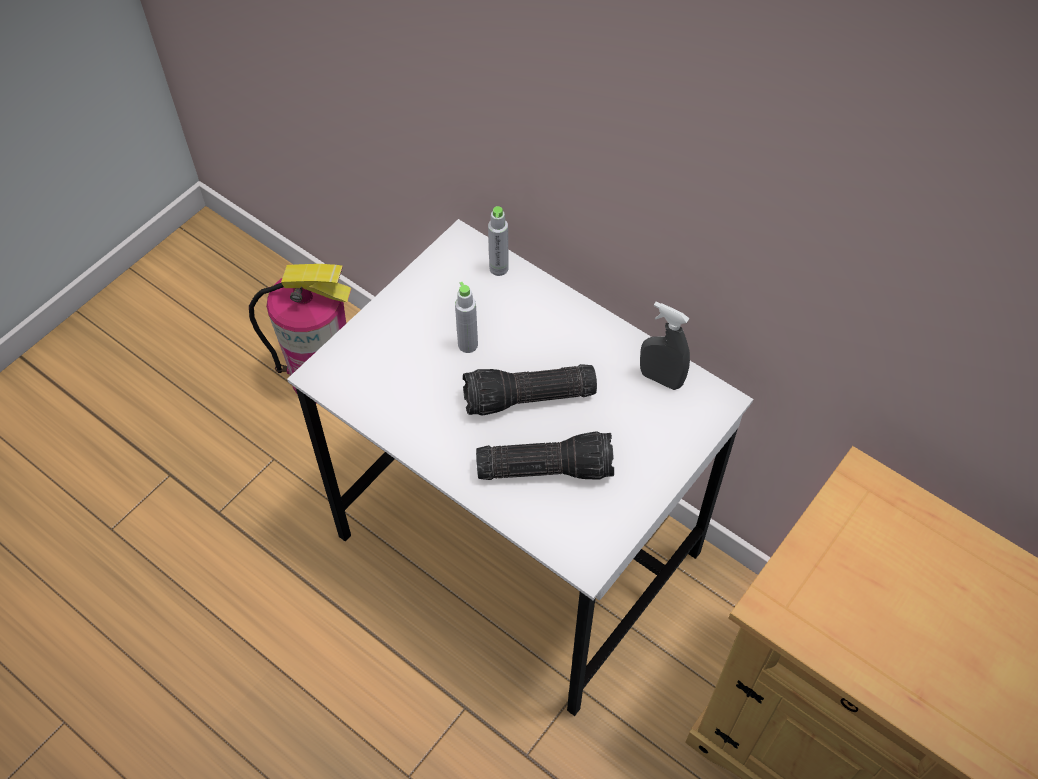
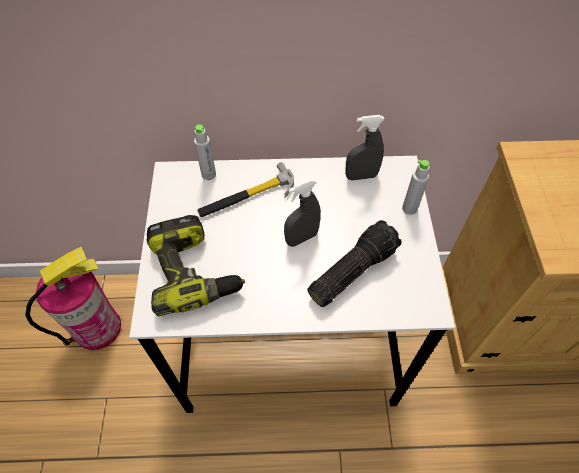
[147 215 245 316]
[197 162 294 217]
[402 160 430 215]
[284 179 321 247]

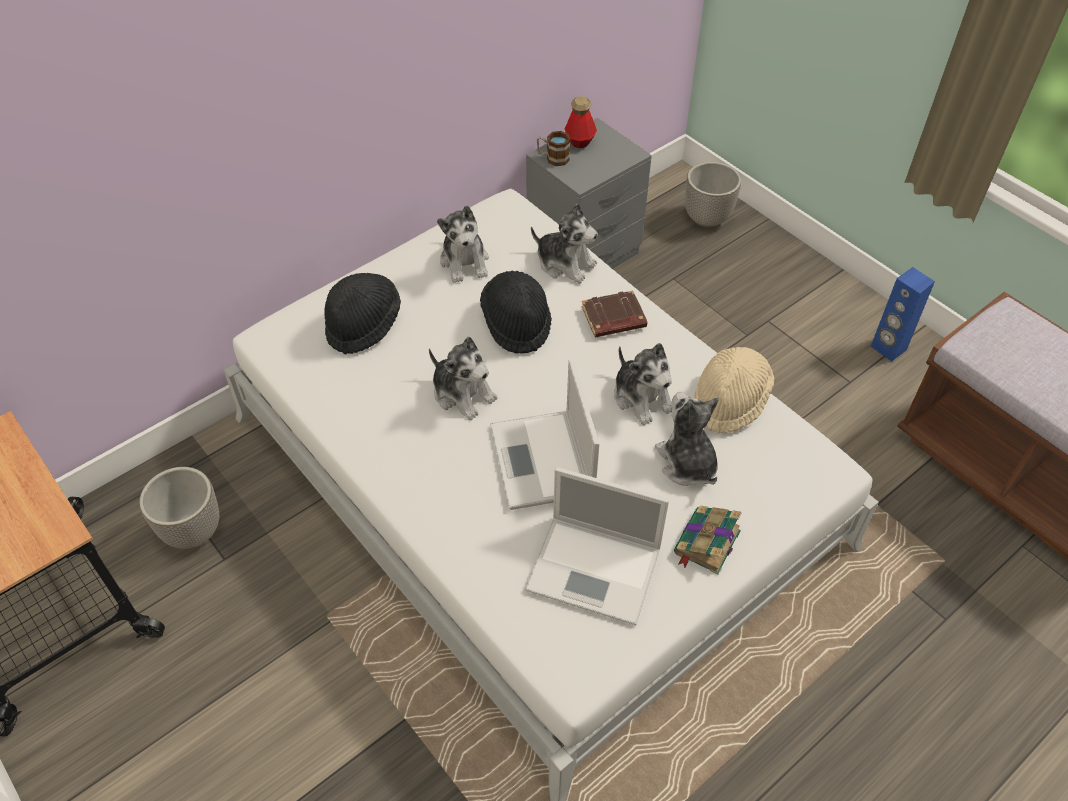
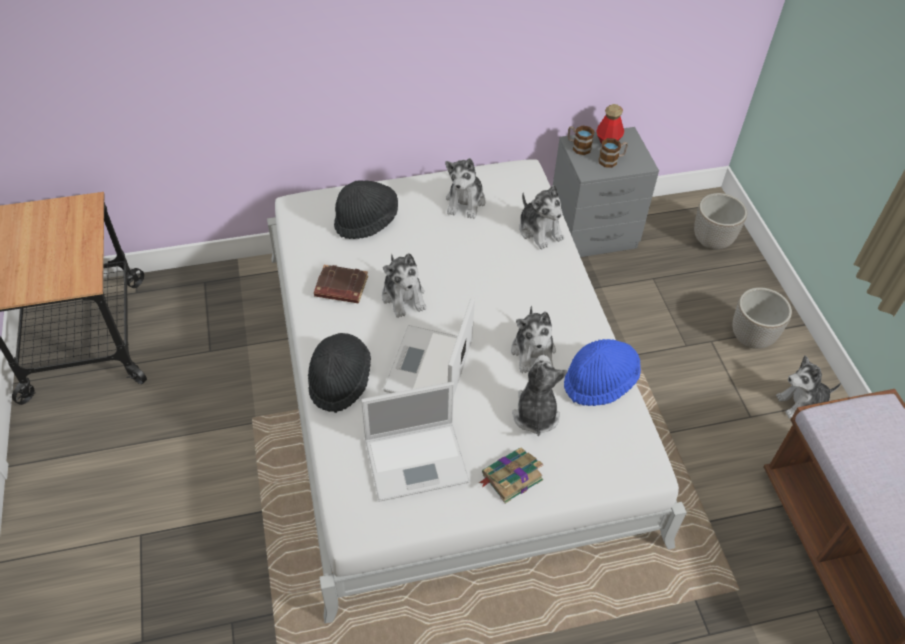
[599 138 628 168]
[732 287 792 349]
[308 333 371 413]
[314 265 368 303]
[776 355 841 418]
[564 339 641 406]
[361 382 470 502]

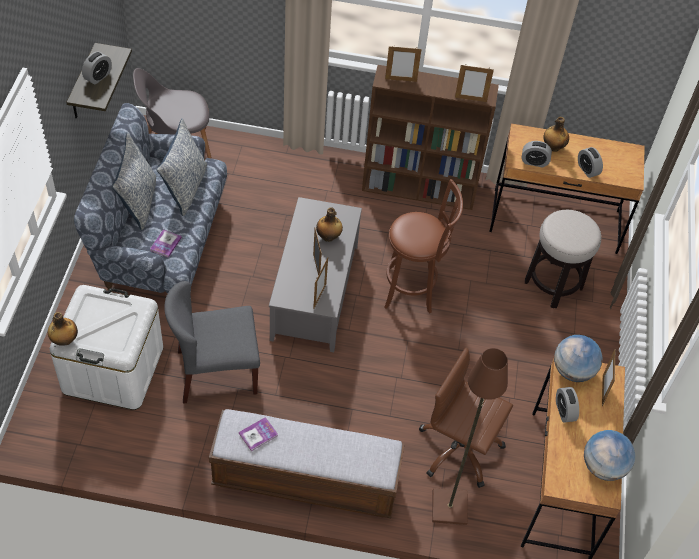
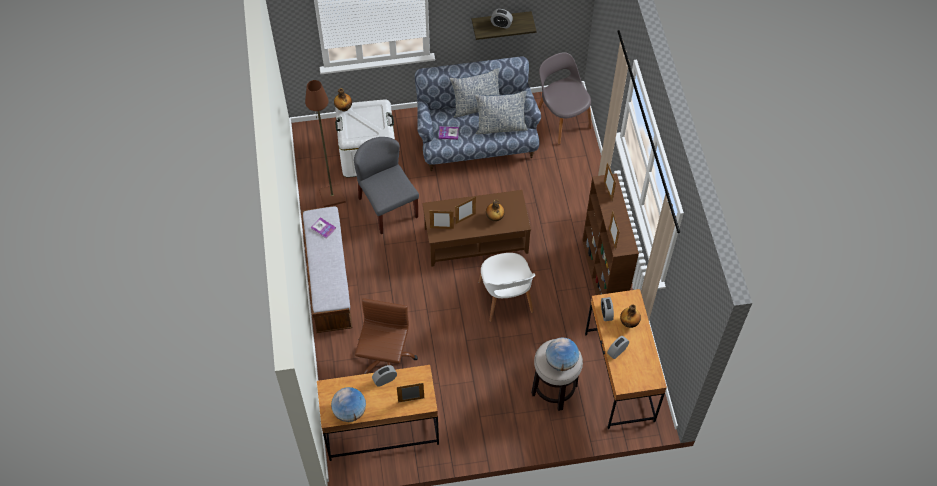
[305 80 346 207]
[546 337 579 371]
[478 253 535 322]
[422 190 531 267]

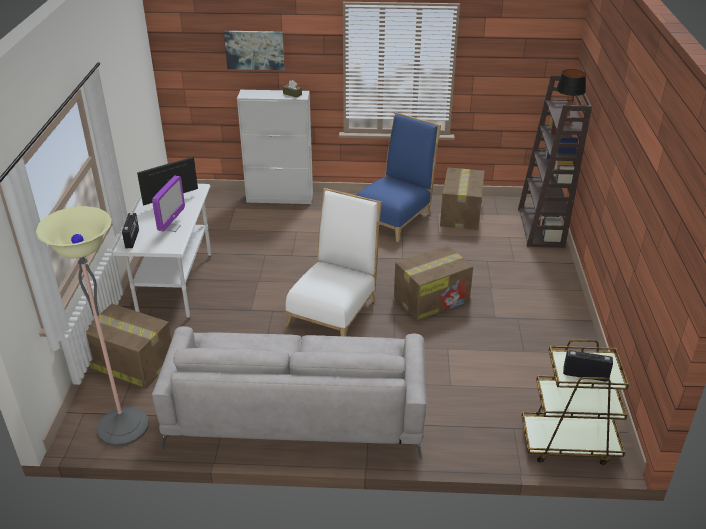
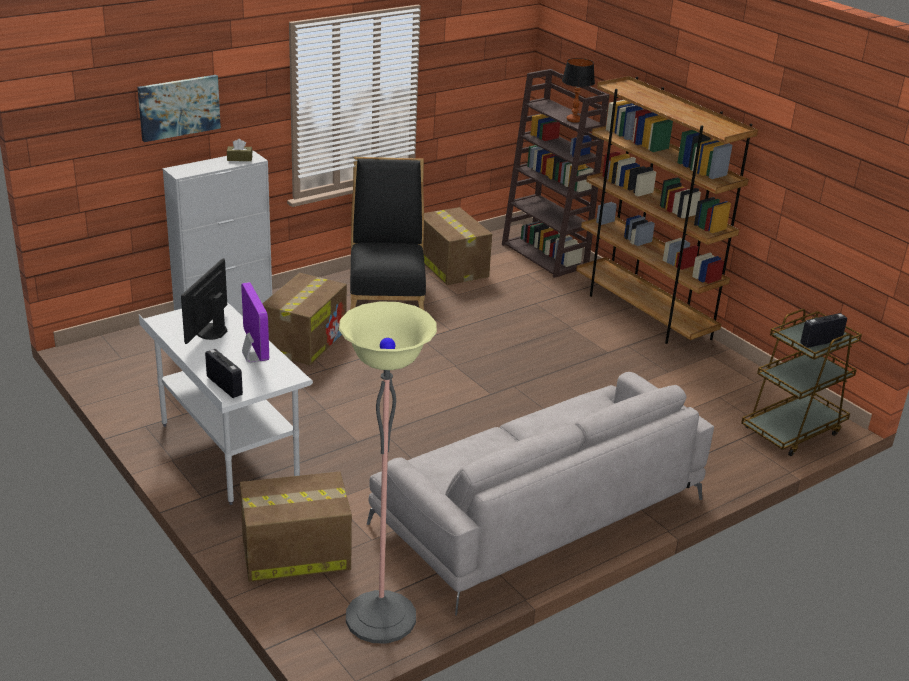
[285 188 382 336] (first image)
[576 76 758 344]
[262 273 347 365]
[350 157 426 310]

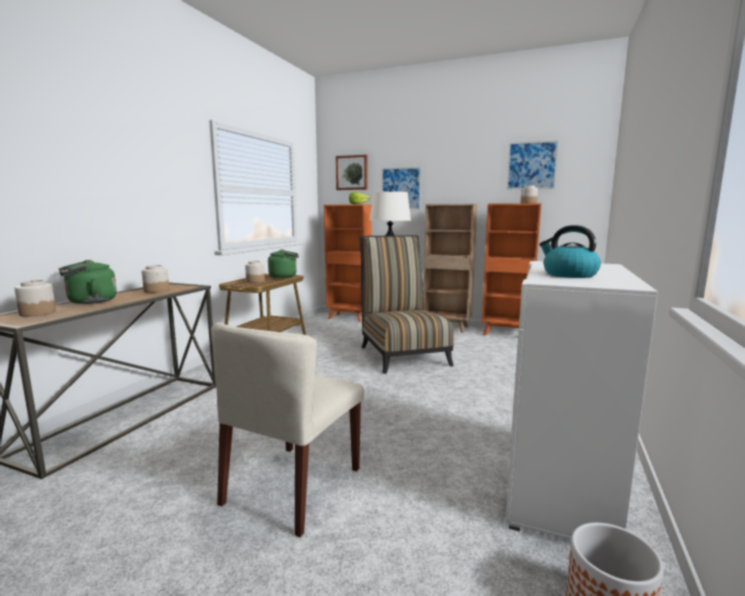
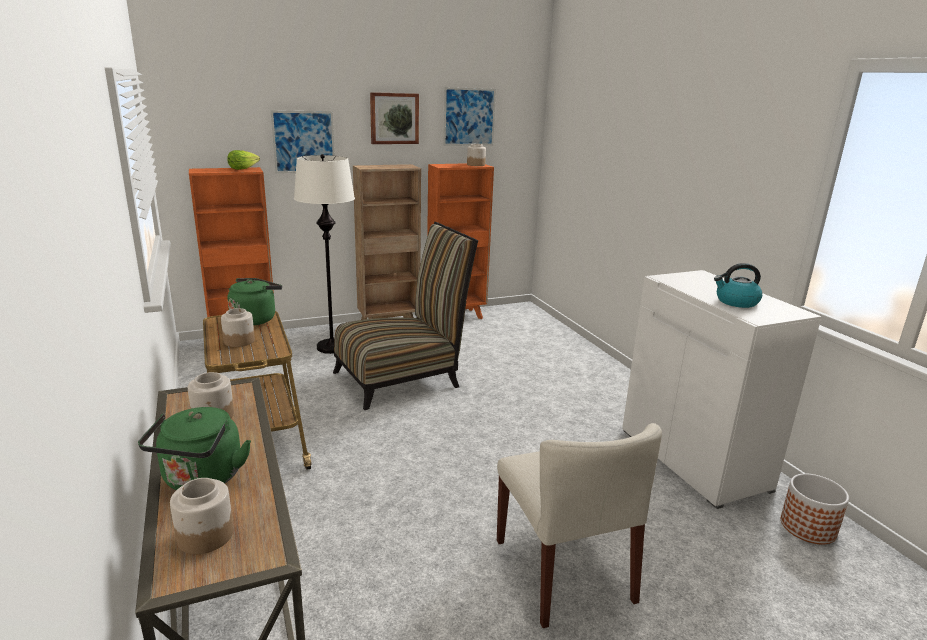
[370 92 419 144]
[333 222 478 410]

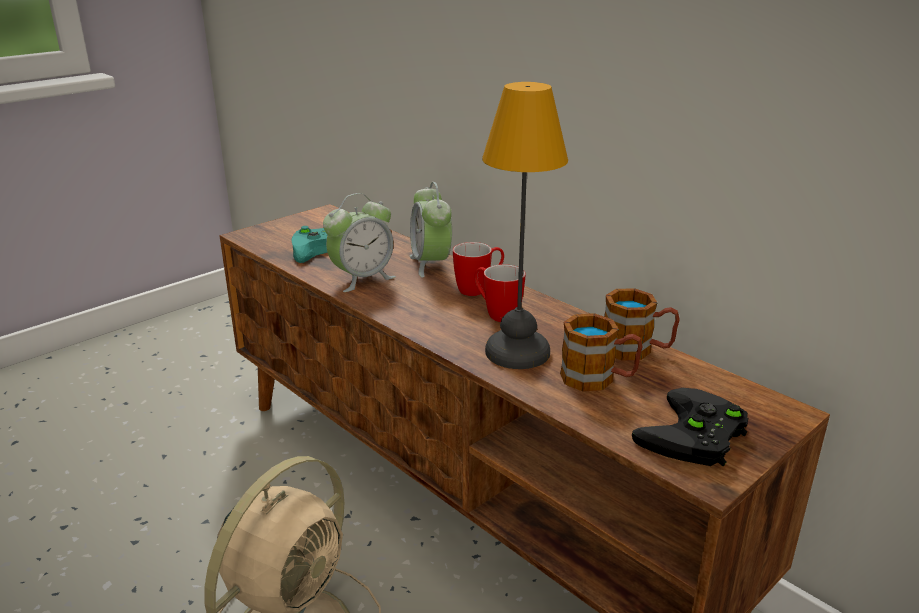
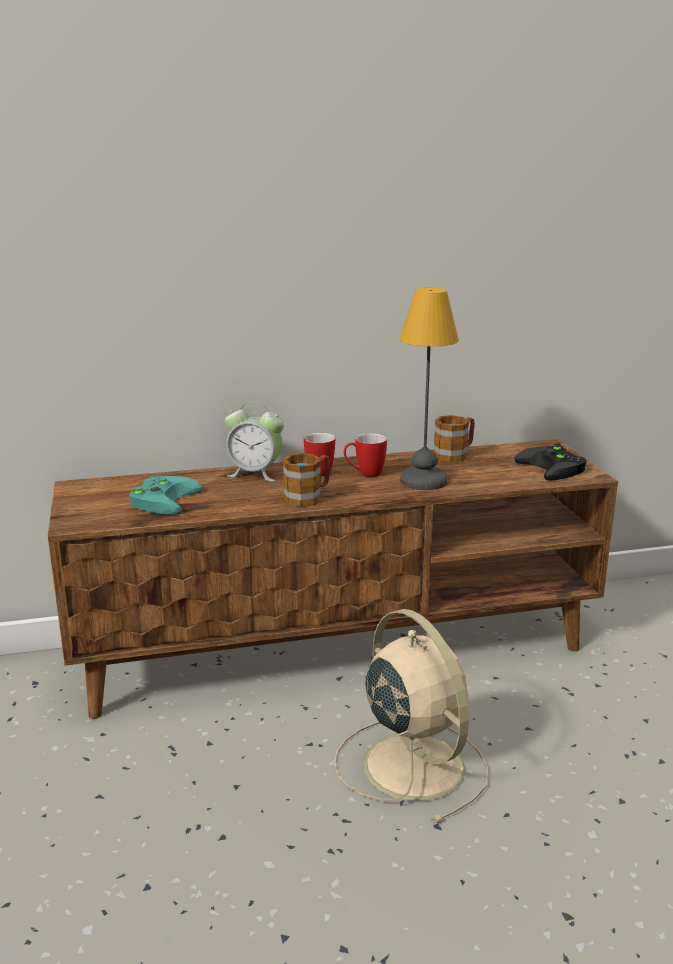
[323 193 396 292] (first image)
[282 453 330 507]

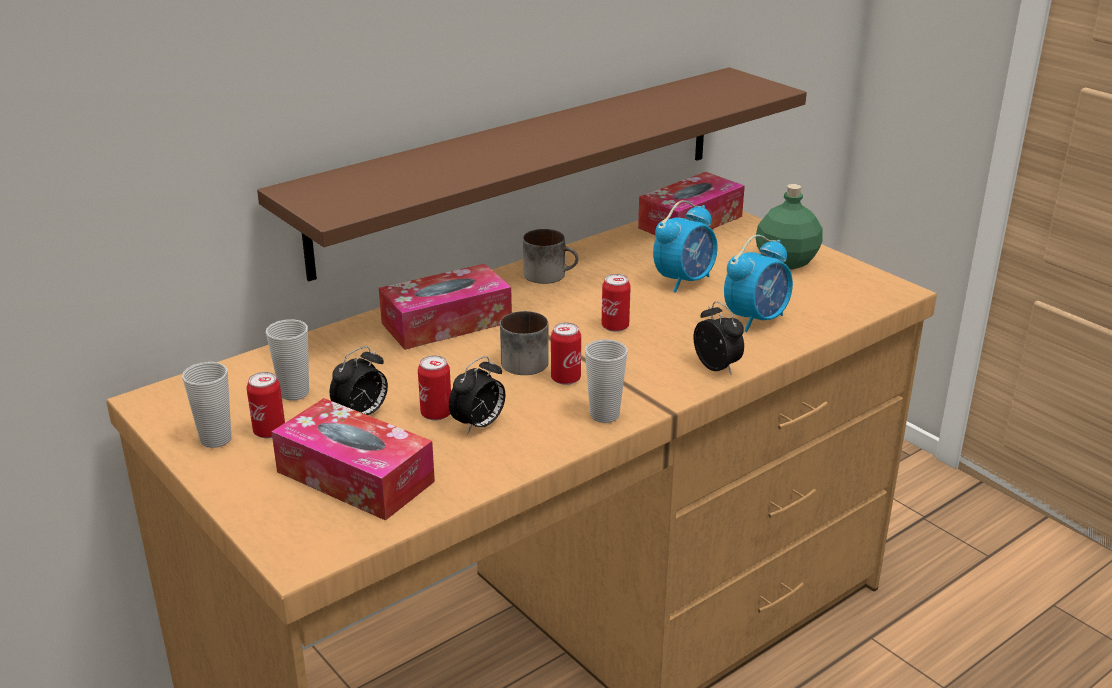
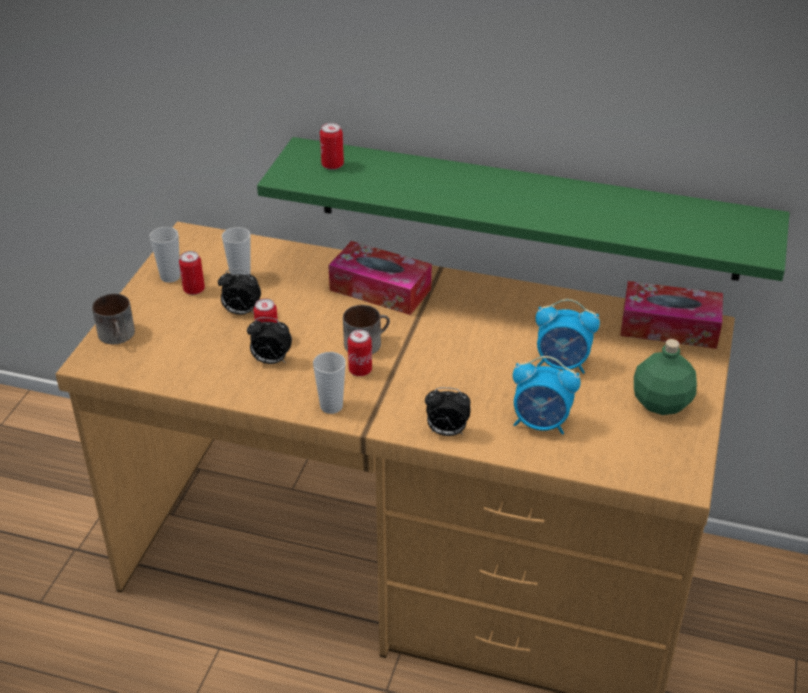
[272 398 435 521] (first image)
[92 294 135 344]
[320 123 344 170]
[257 137 790 281]
[425 387 471 436]

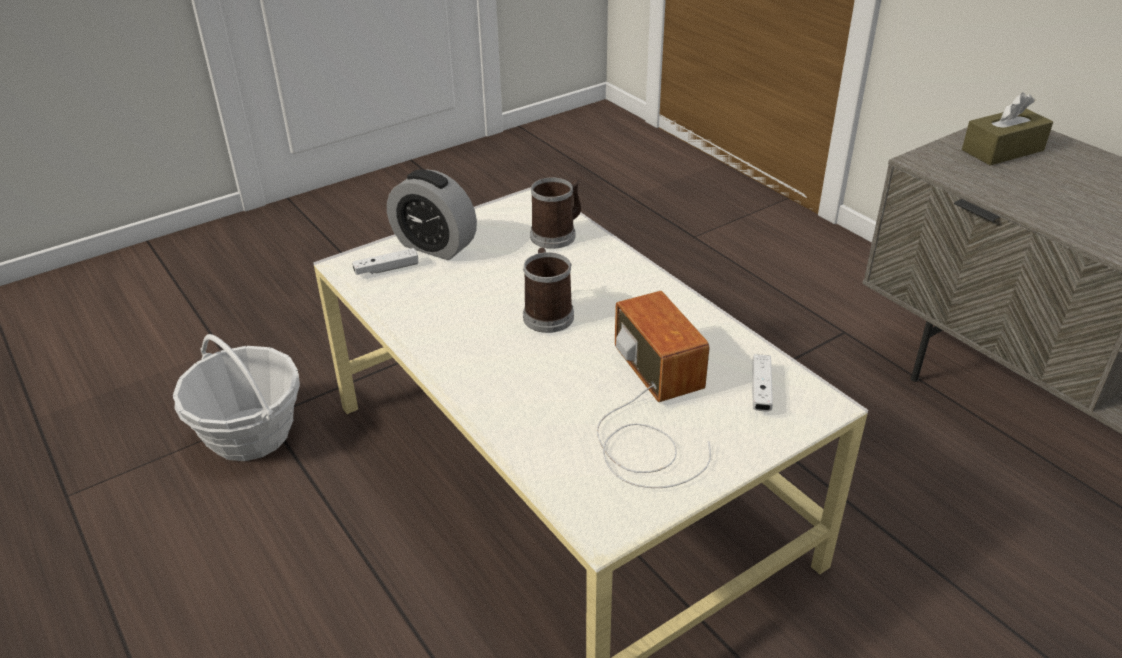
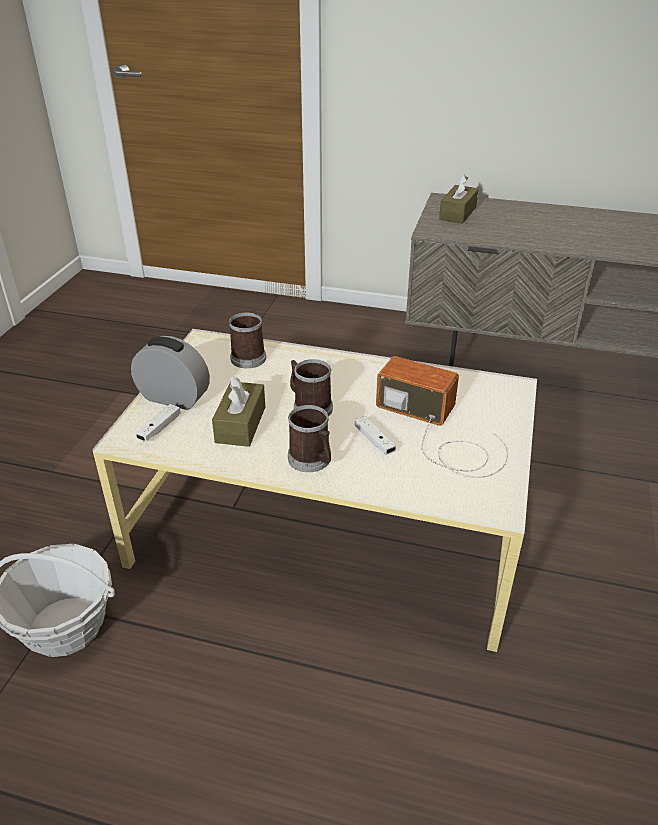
[212 376 265 447]
[288 405 331 472]
[355 416 396 455]
[131 336 210 410]

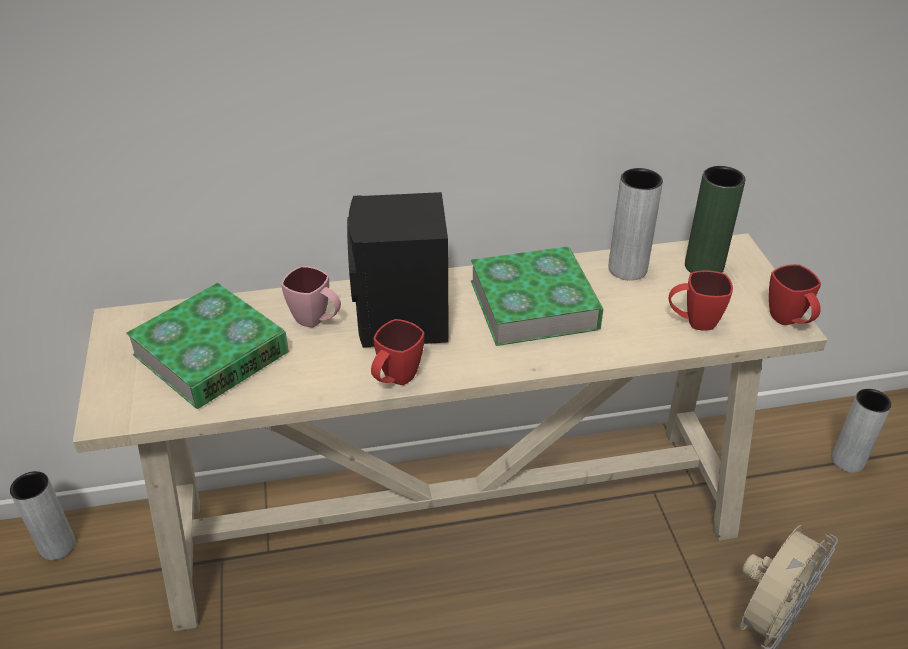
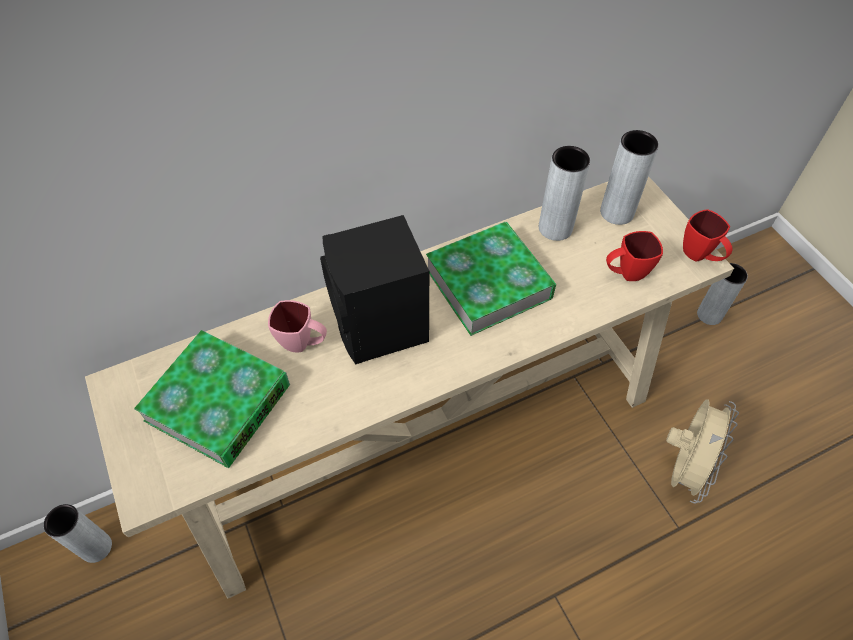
[371 319 425 385] (first image)
[600 130 659 225]

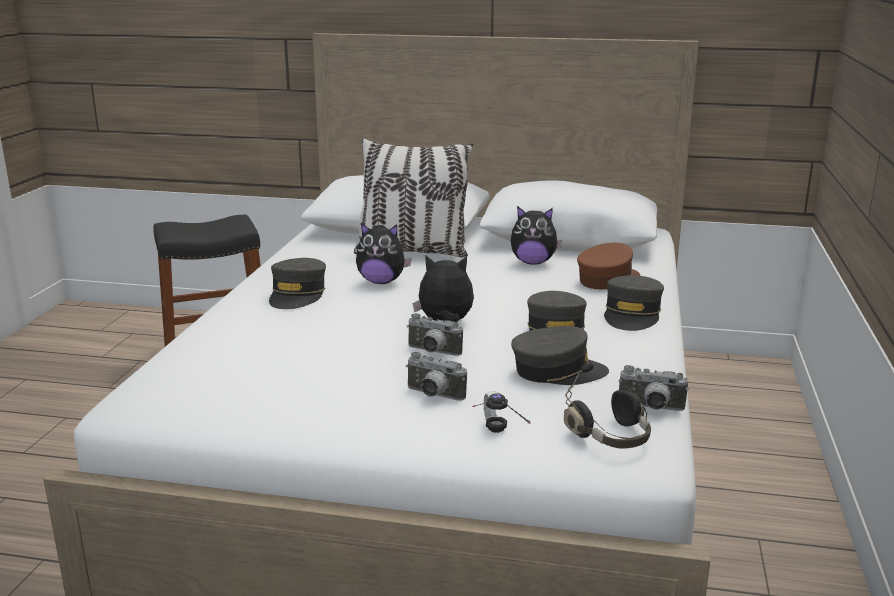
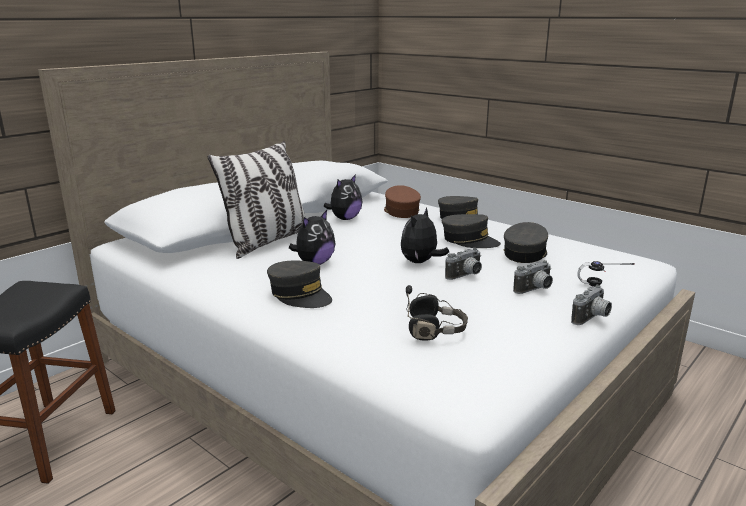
[406 285 468 341]
[571 285 612 325]

